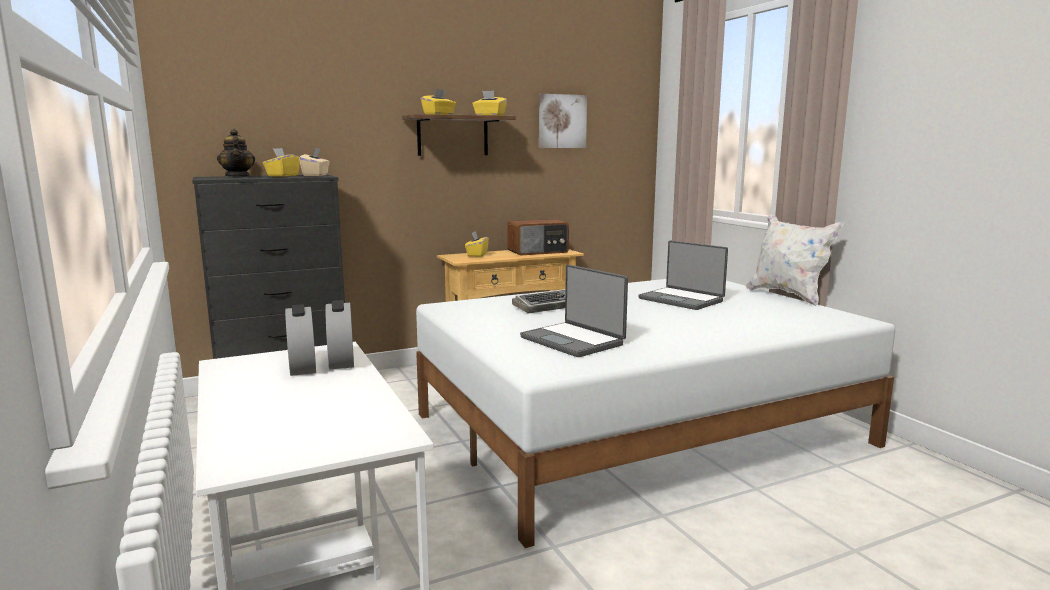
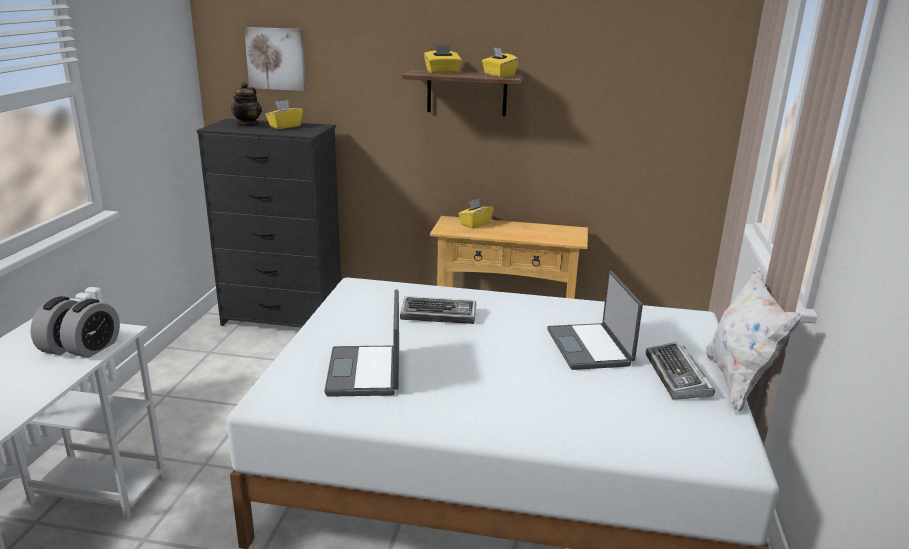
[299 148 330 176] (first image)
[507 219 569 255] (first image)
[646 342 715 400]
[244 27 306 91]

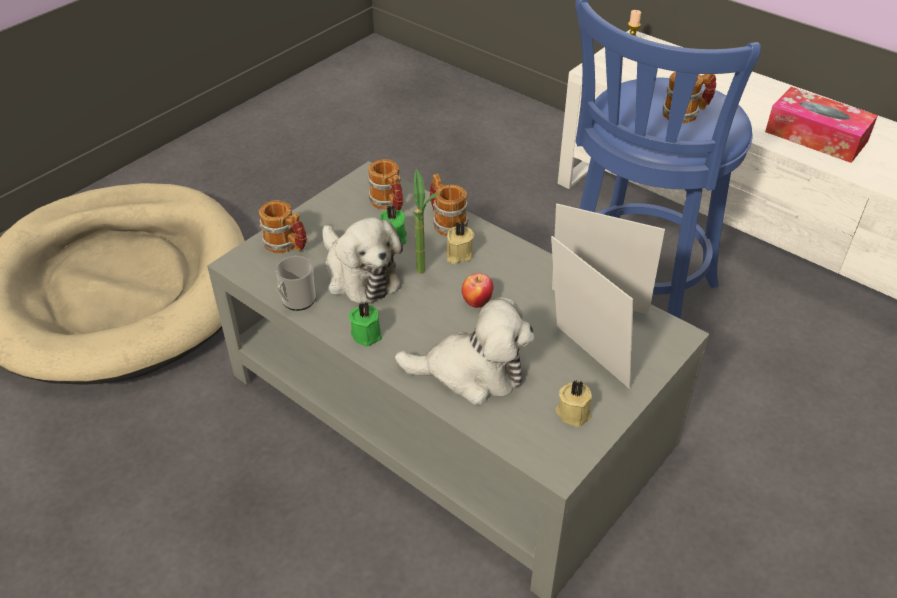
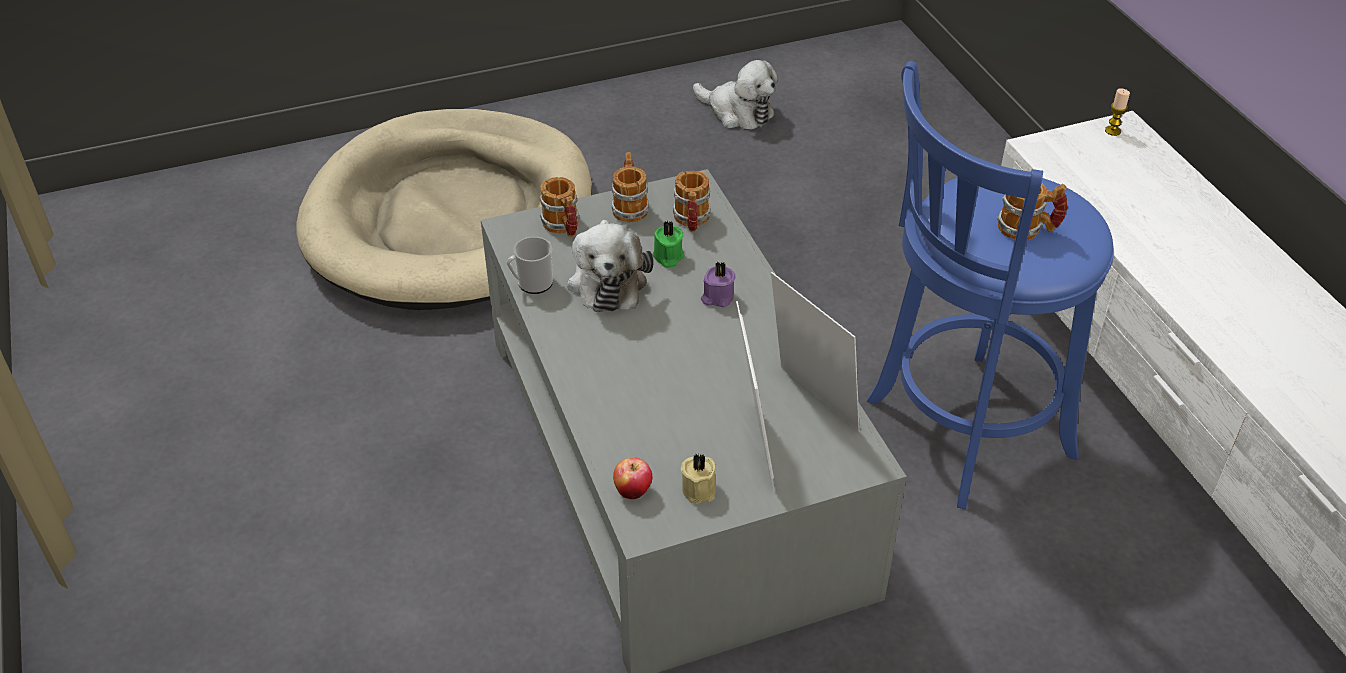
[349 302 382 347] (first image)
[413 169 439 274] (first image)
[765 87 878 163] (first image)
[693 60 778 130]
[612 152 649 222]
[613 458 652 499]
[701 262 736 307]

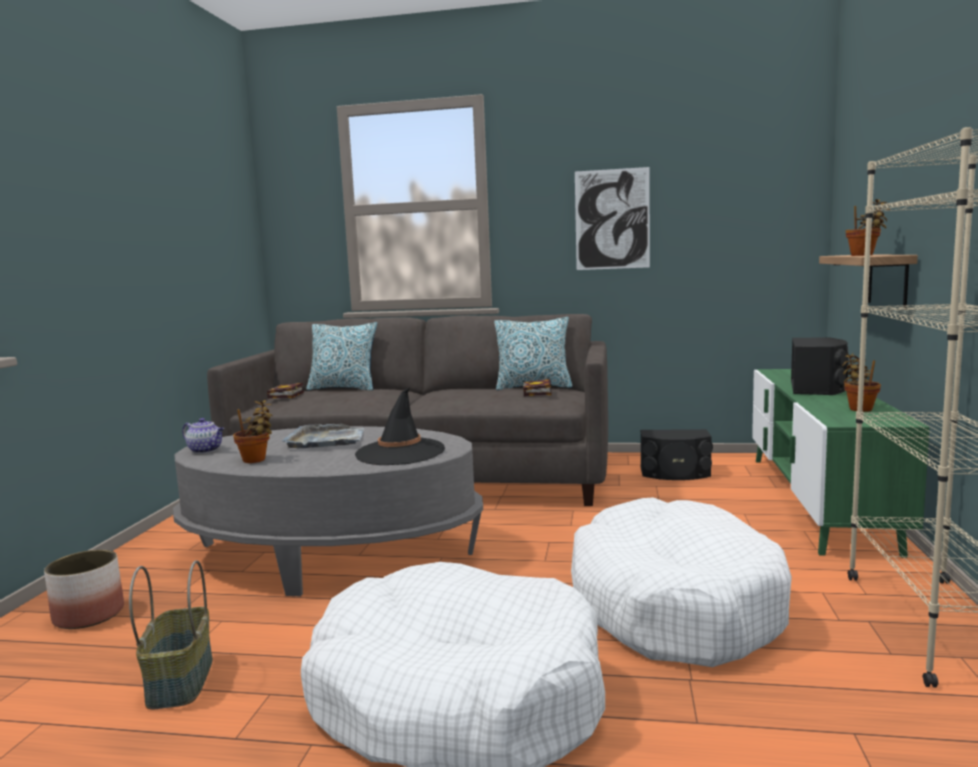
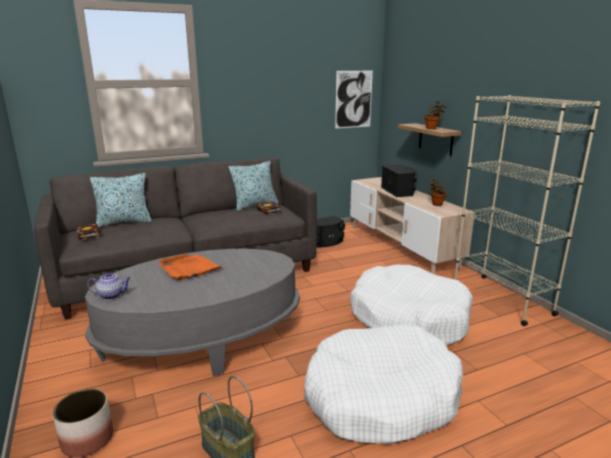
[233 400 273 463] (first image)
[355 388 445 465] (first image)
[335 71 373 129]
[158 254 221 280]
[350 177 475 275]

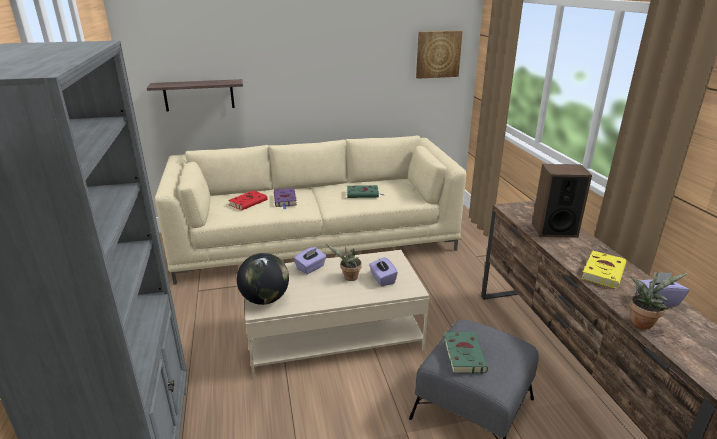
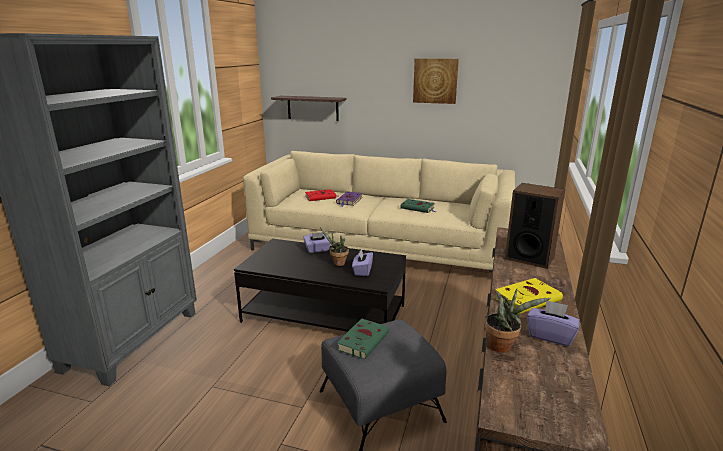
[237 253 289 305] (first image)
[413 58 459 104]
[234 239 406 332]

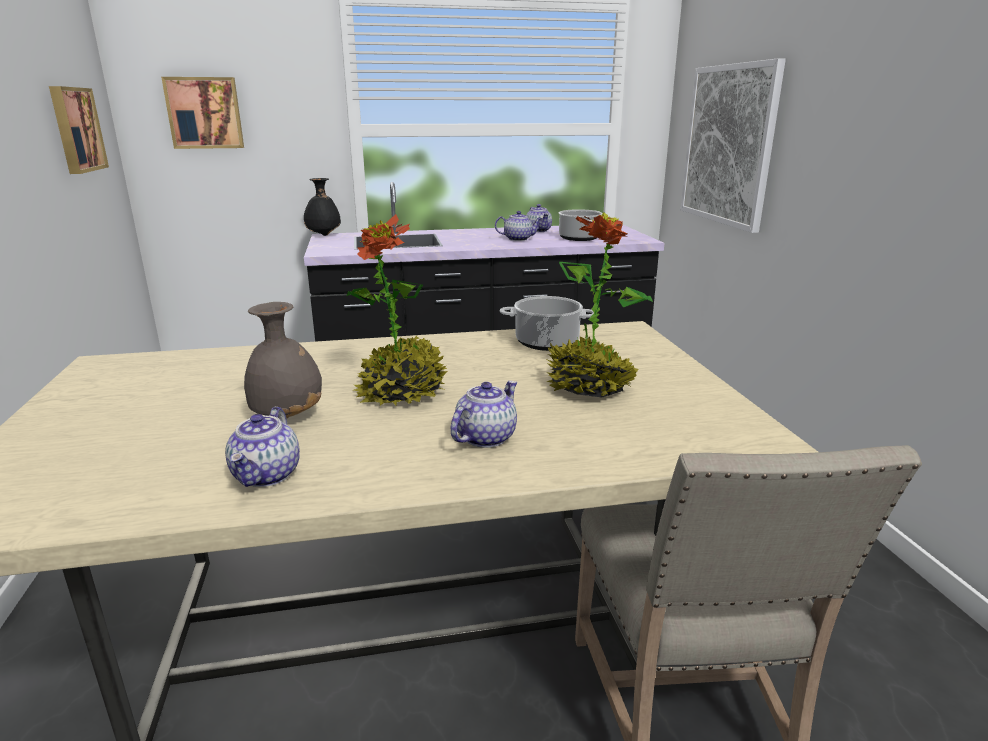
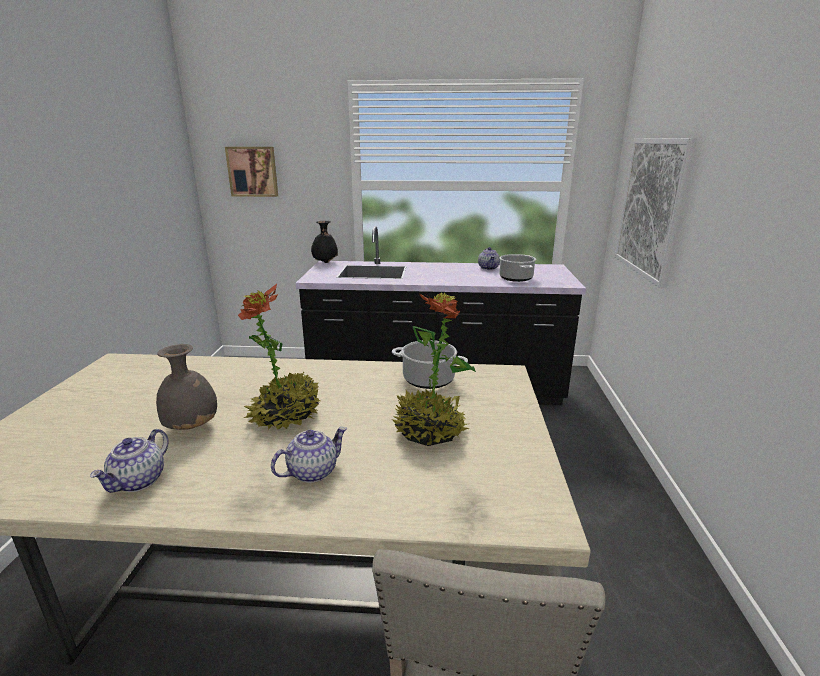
[49 86 109 174] (first image)
[495 211 542 241] (first image)

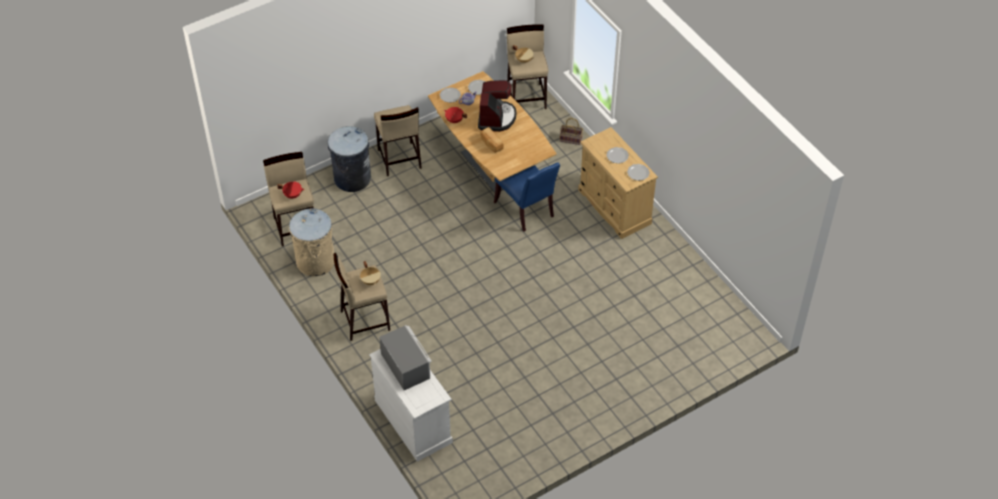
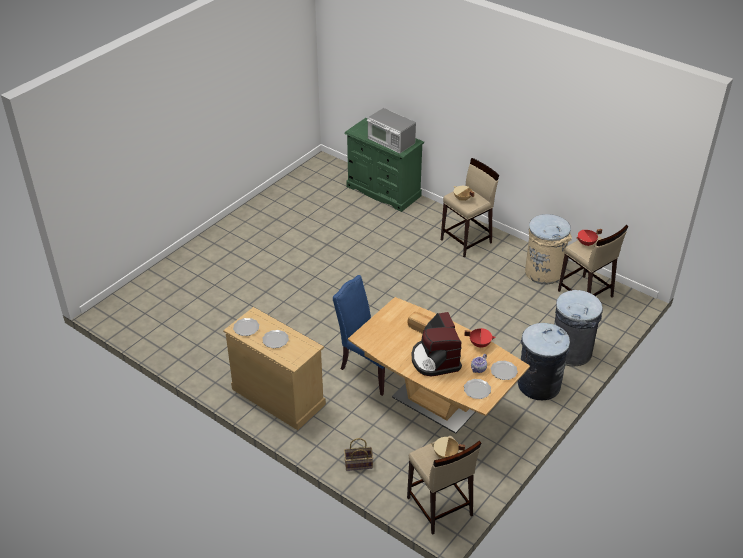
[518 323 570 400]
[344 118 424 212]

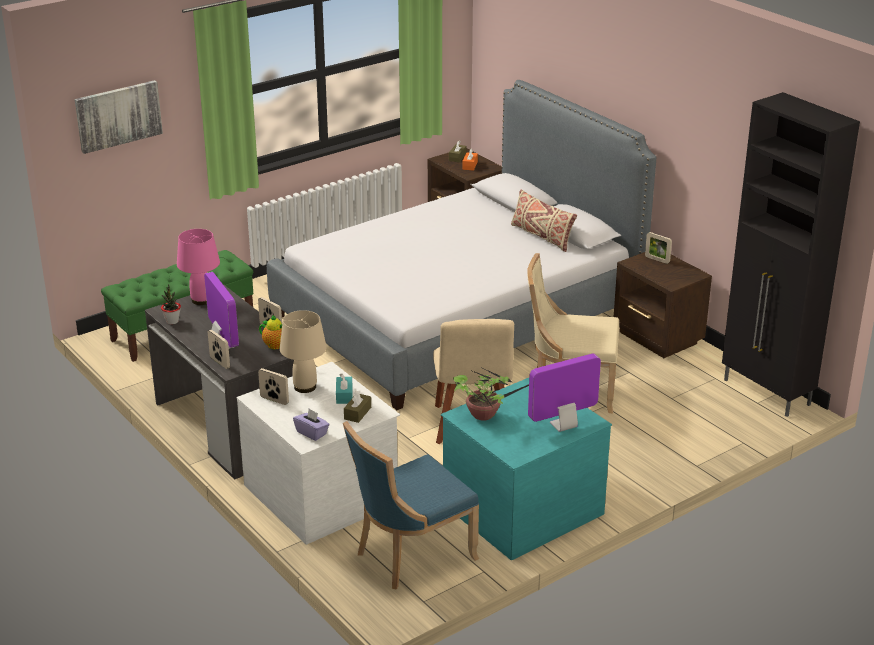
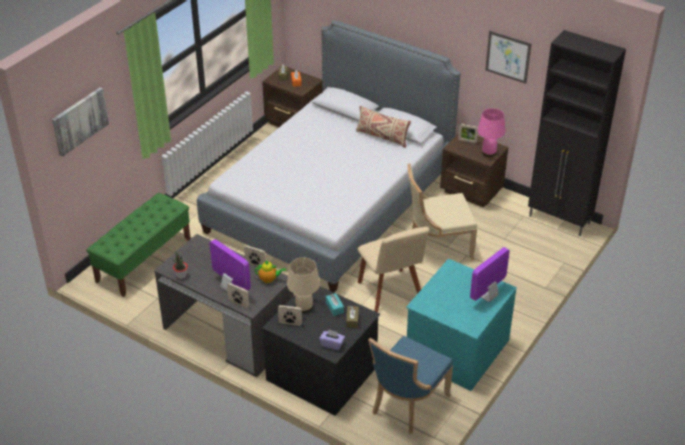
[453 369 529 421] (first image)
[485 31 532 84]
[478 108 505 157]
[262 286 380 416]

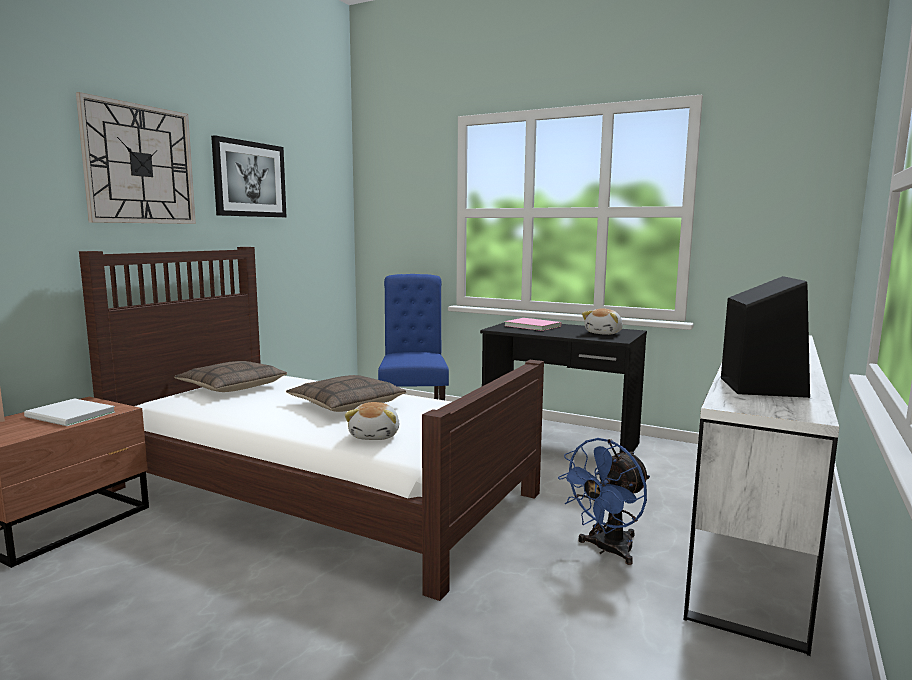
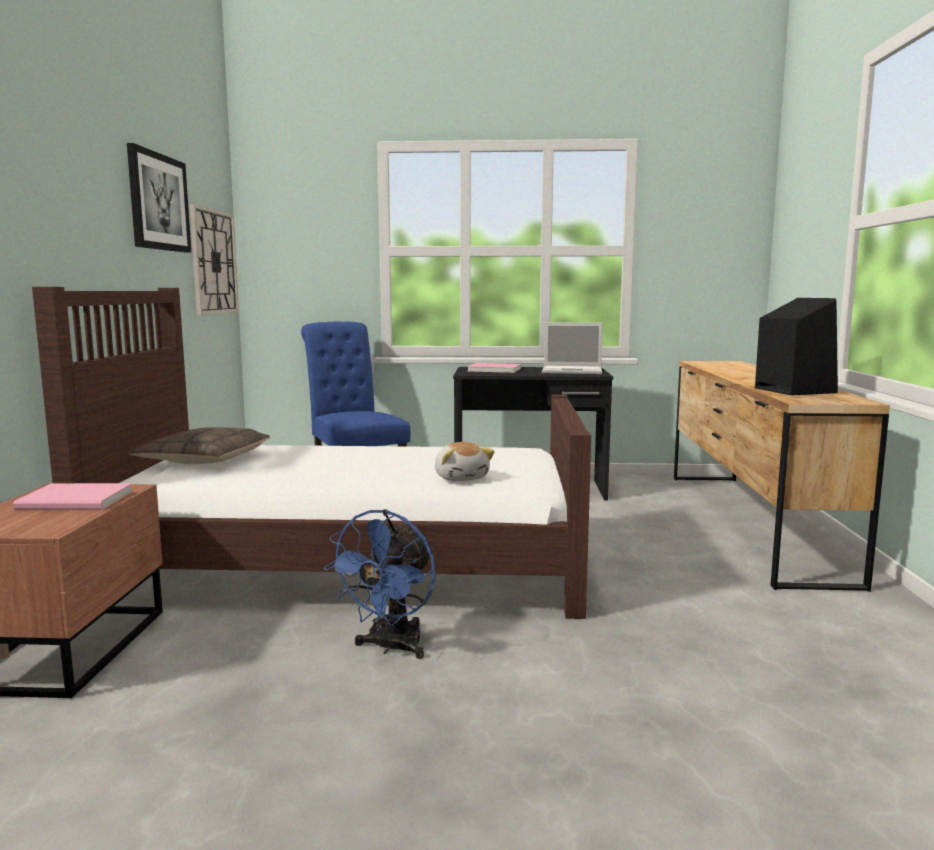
[286 375 406 412] (first image)
[189 204 239 315]
[324 509 436 659]
[542 322 603 374]
[13 483 133 510]
[674 361 890 592]

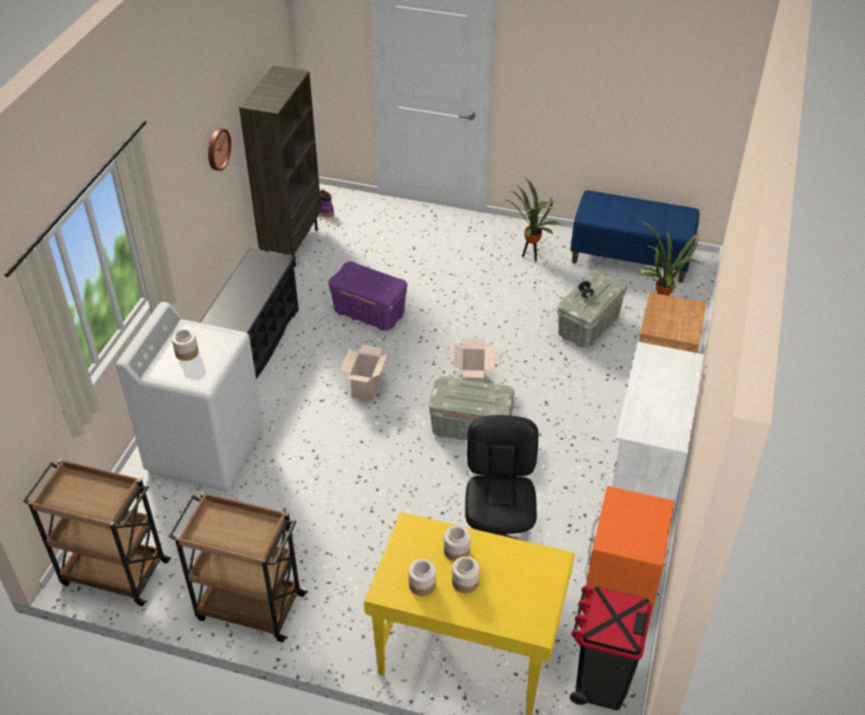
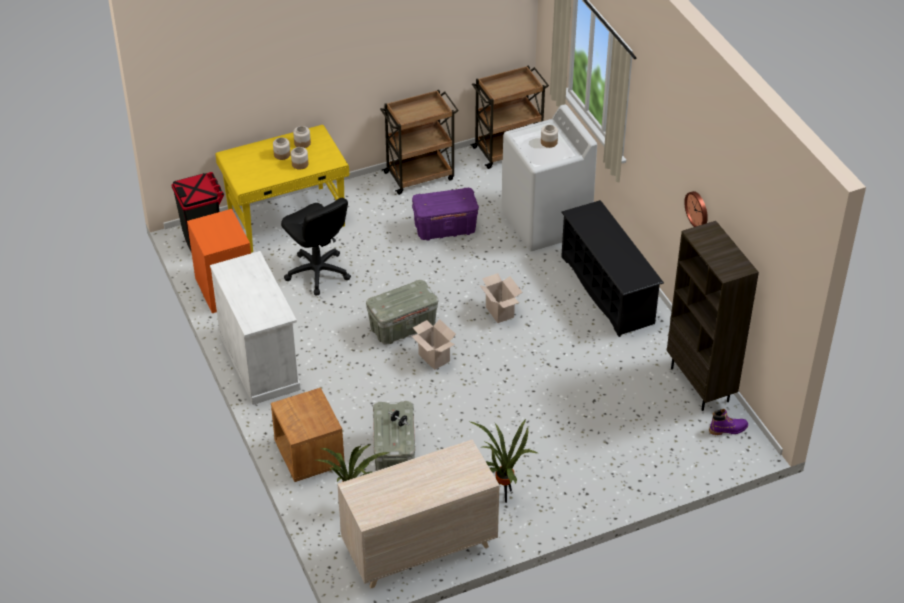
[412 188 479 241]
[337 439 500 588]

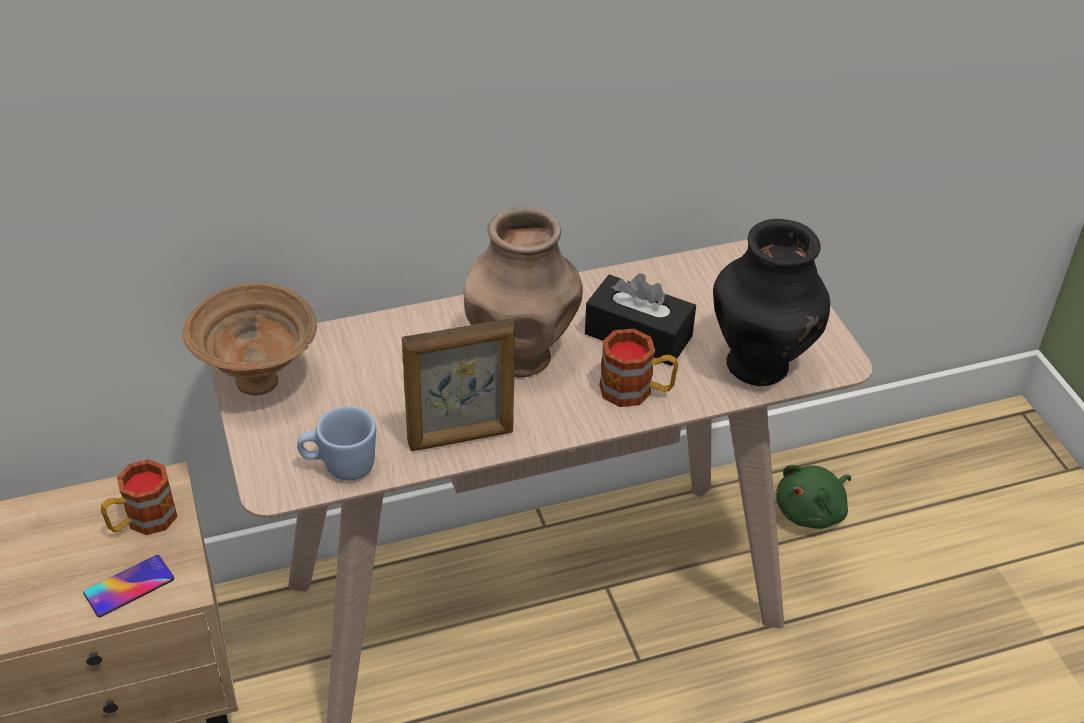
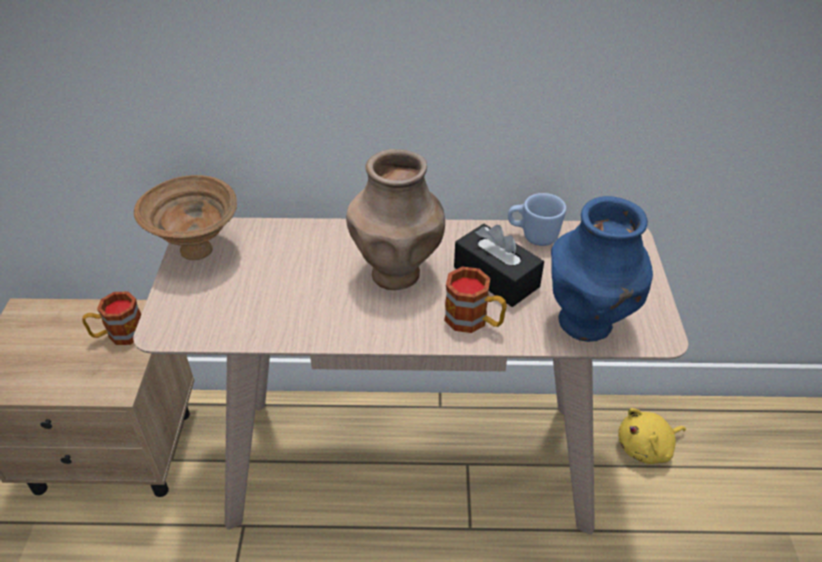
[83 555 174 617] (first image)
[402 319 515 451] (first image)
[508 193 566 246]
[551 196 653 342]
[618 408 686 464]

